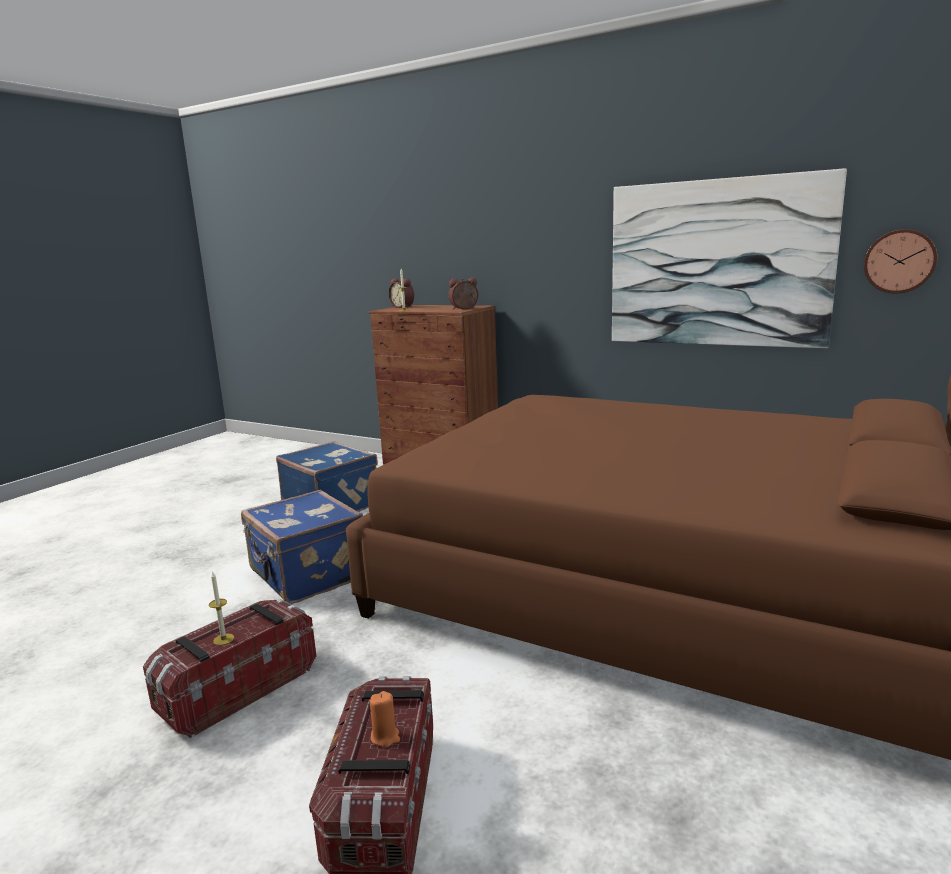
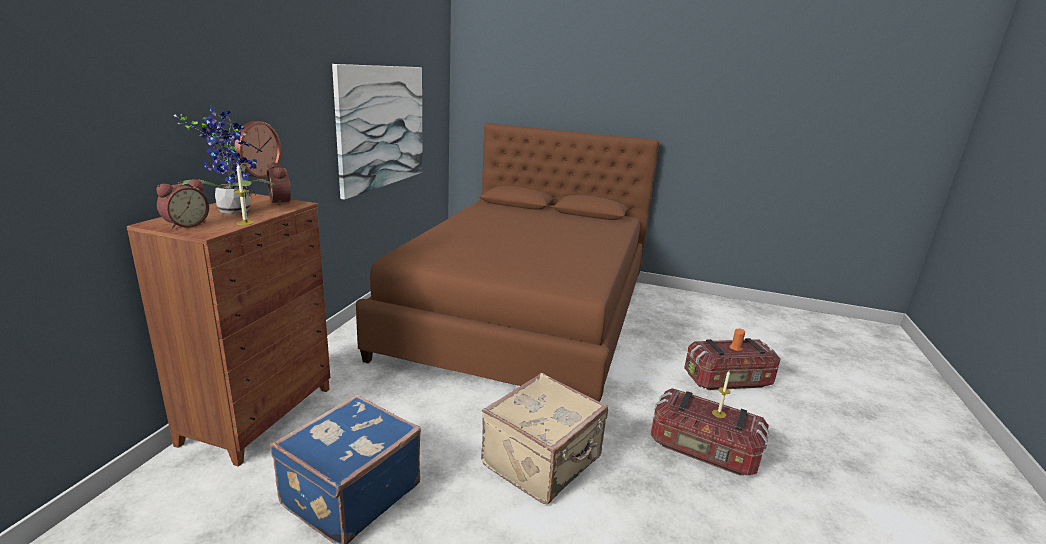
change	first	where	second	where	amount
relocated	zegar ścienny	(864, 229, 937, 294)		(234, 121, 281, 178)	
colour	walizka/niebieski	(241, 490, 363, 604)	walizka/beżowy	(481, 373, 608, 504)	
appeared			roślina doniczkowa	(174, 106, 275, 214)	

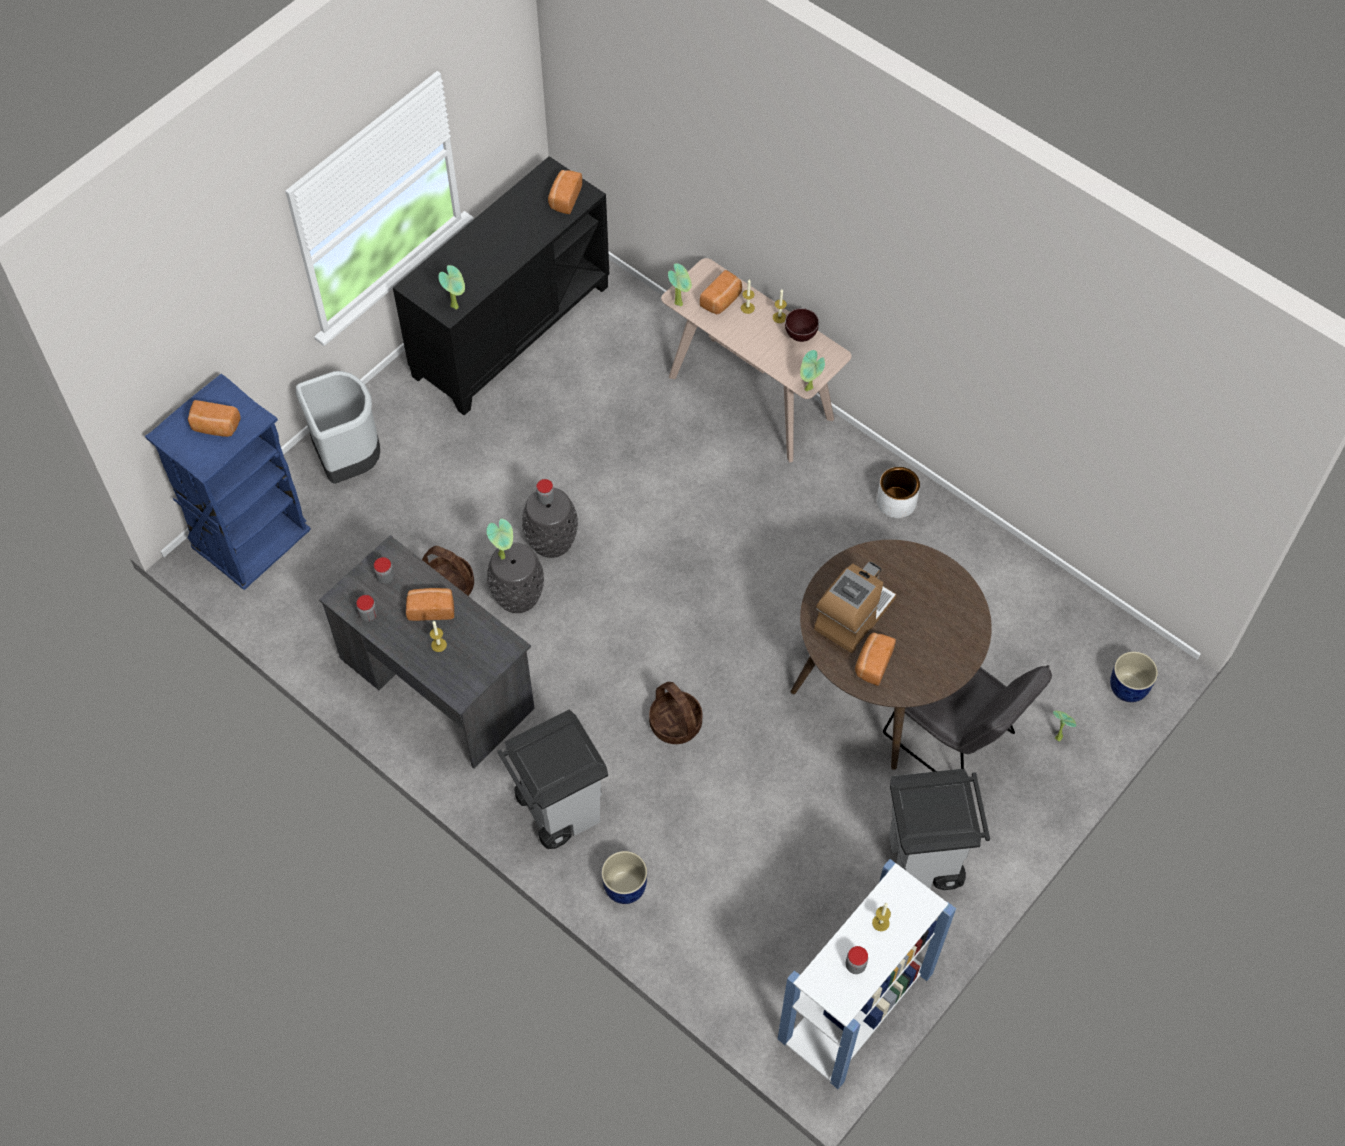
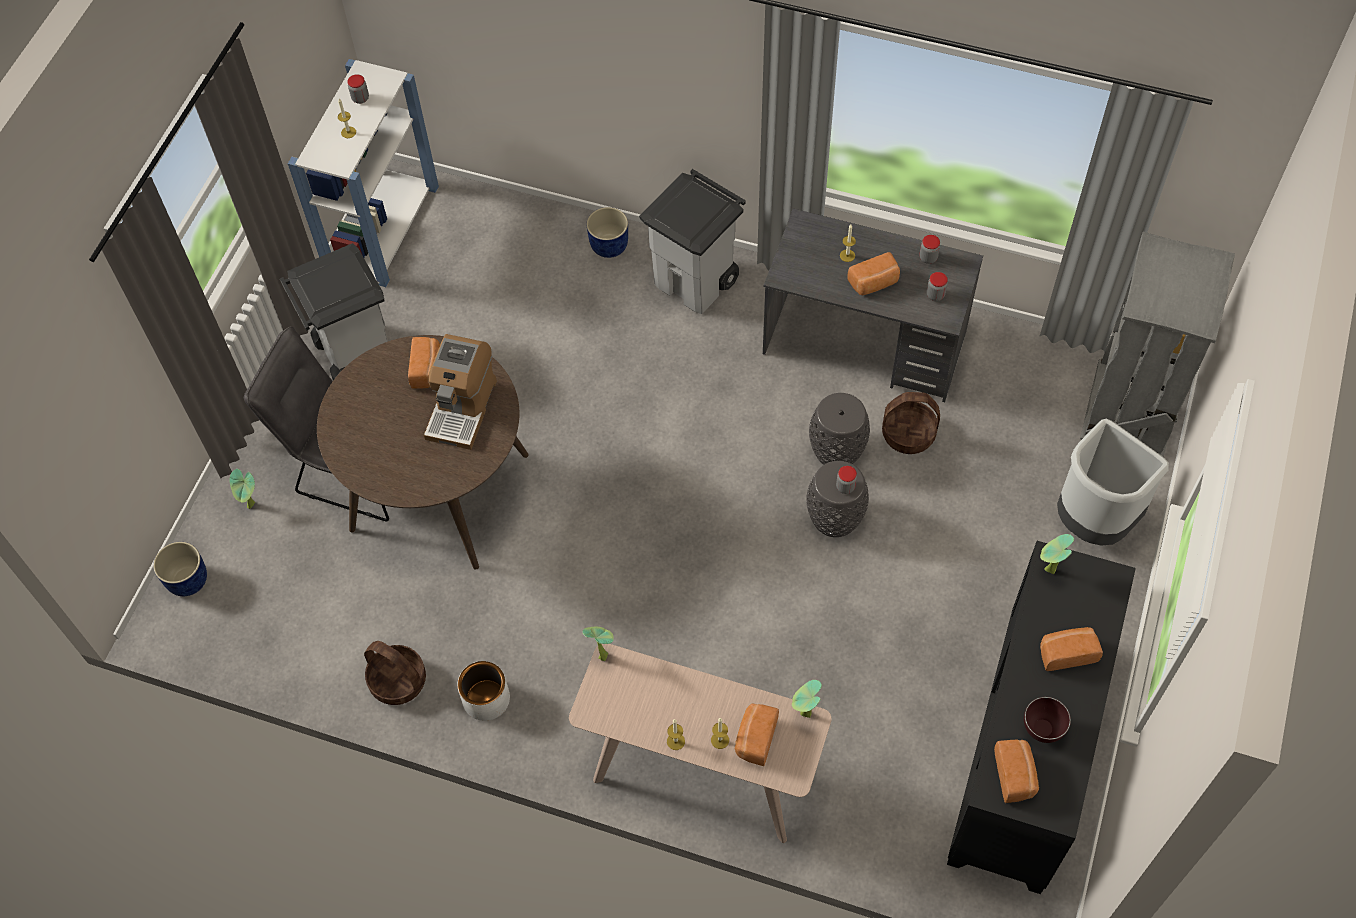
change	first	where	second	where	amount
relocated	miska/brązowy	(785, 308, 819, 342)		(1024, 697, 1071, 743)	
colour	regał/niebieski	(145, 374, 311, 590)	regał/szary	(1080, 232, 1235, 457)	
relocated	chleb	(188, 400, 241, 437)		(1040, 627, 1103, 671)	
missing	roślina doniczkowa	(486, 519, 513, 560)			
relocated	koszyk	(649, 682, 702, 744)		(364, 641, 426, 705)	

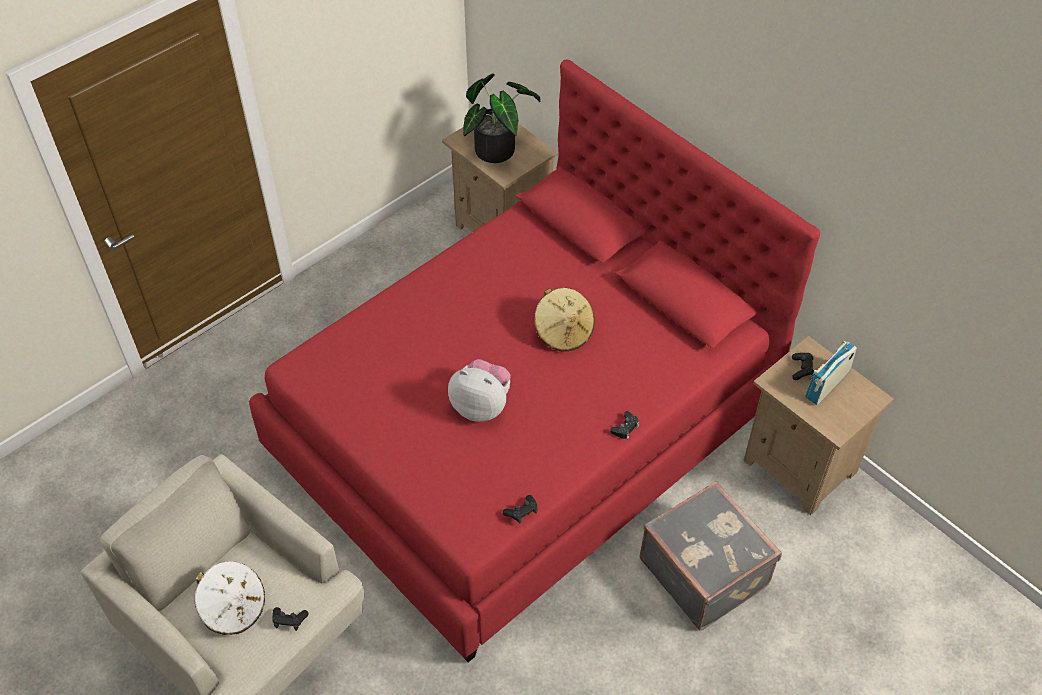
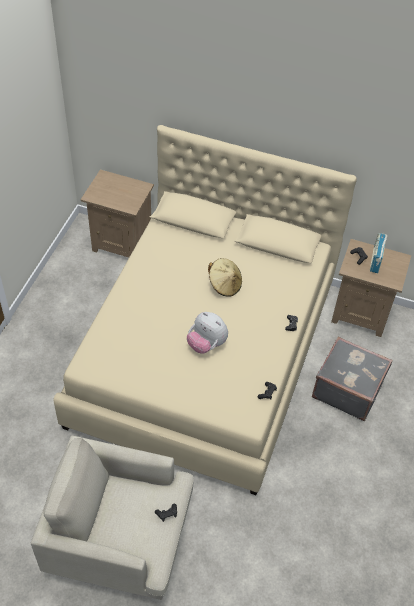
change	first	where	second	where	amount
colour	łóżko/czerwony	(249, 60, 820, 663)	łóżko/beżowy	(53, 125, 357, 495)	
missing	roślina doniczkowa	(463, 73, 540, 163)			
spun	pluszak	(448, 359, 511, 422)		(187, 312, 228, 354)	135 degrees counterclockwise
missing	kapelusz/biały	(195, 561, 265, 635)			

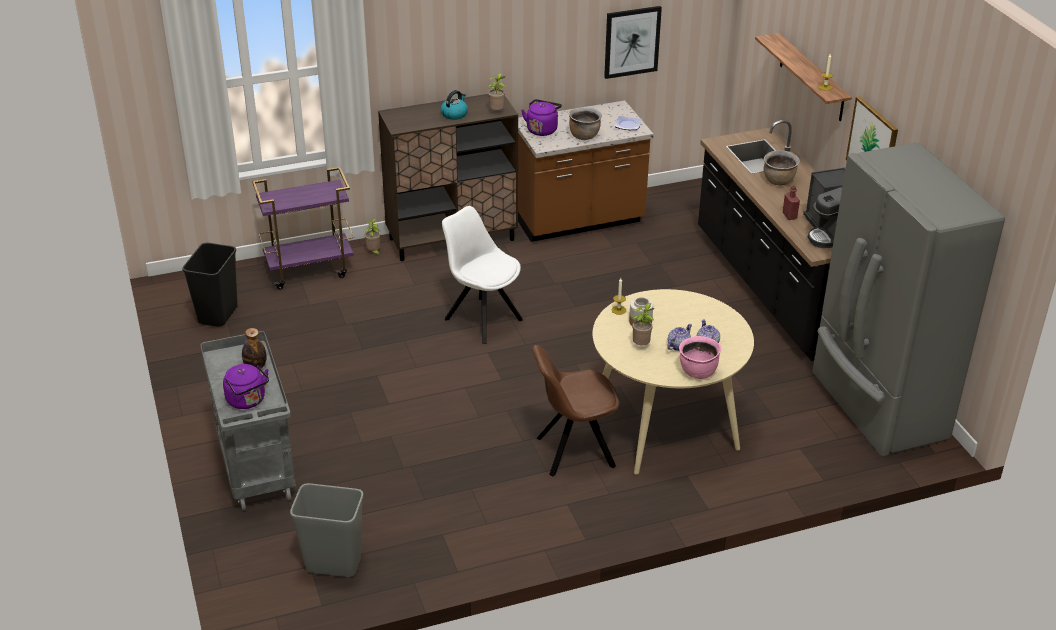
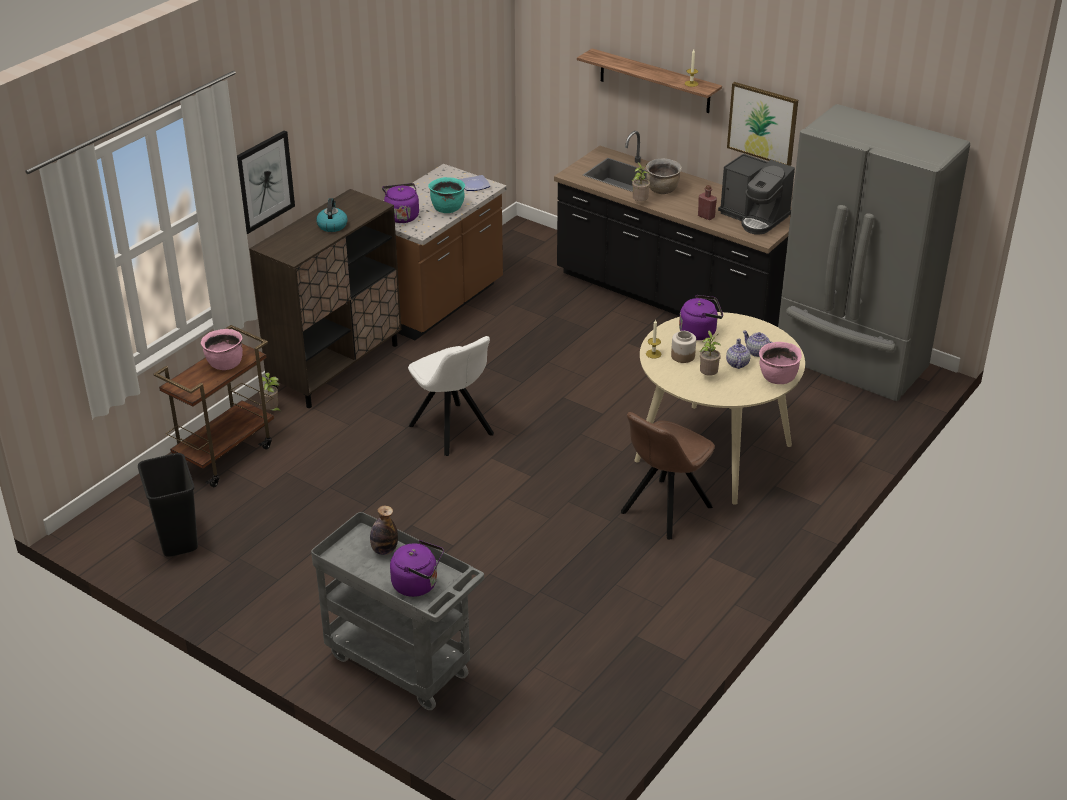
change	first	where	second	where	amount
relocated	obraz	(604, 6, 662, 79)		(237, 130, 295, 234)	
relocated	roślina doniczkowa	(488, 73, 505, 110)		(632, 162, 650, 201)	
colour	garnek/brązowy	(569, 107, 602, 140)	garnek/turkusowy	(428, 177, 465, 213)	
colour	wózek/fioletowy	(252, 167, 354, 290)	wózek/brązowy	(154, 325, 274, 487)	
spun	krzesło/biały	(442, 206, 523, 344)		(408, 336, 494, 456)	135 degrees counterclockwise
missing	kosz na śmieci/szary	(290, 483, 364, 577)			
appeared			czajnik/fioletowy	(679, 295, 723, 340)	
appeared			garnek/różowy	(201, 329, 243, 370)	

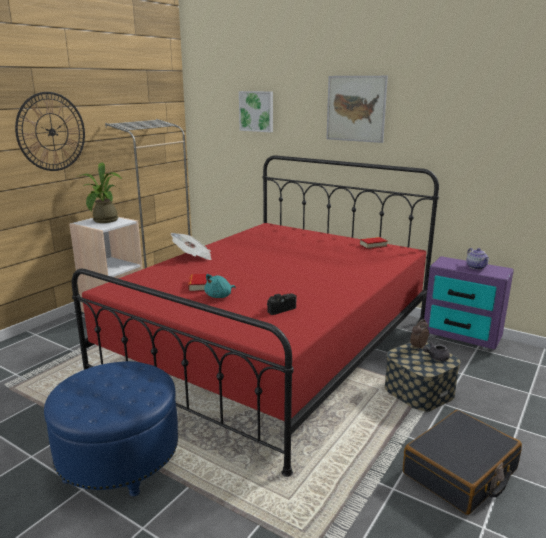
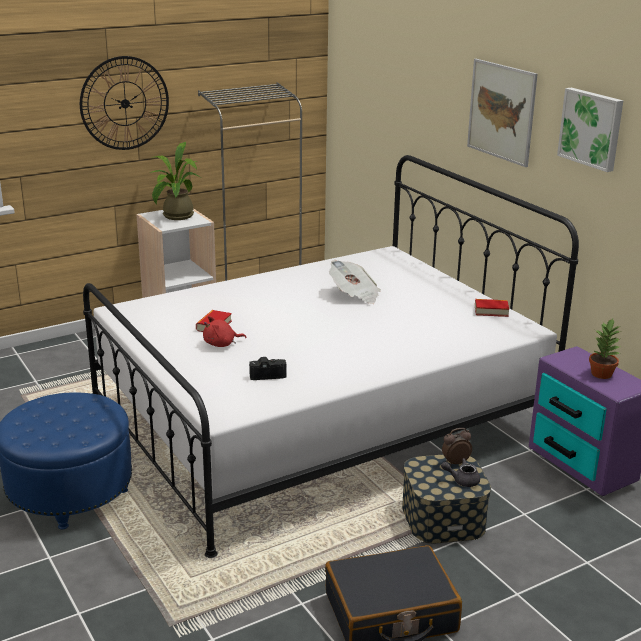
change	first	where	second	where	amount
relocated	obraz	(239, 91, 273, 132)		(557, 88, 623, 172)	
colour	łóżko/czerwony	(72, 155, 439, 477)	łóżko/biały	(83, 155, 579, 558)	
relocated	gazeta	(171, 233, 211, 260)		(329, 260, 381, 304)	
exchanged	imbryk	(466, 248, 489, 270)	roślina doniczkowa	(589, 319, 621, 379)	
colour	pluszak/turkusowy	(204, 274, 236, 298)	pluszak/czerwony	(203, 316, 247, 347)	

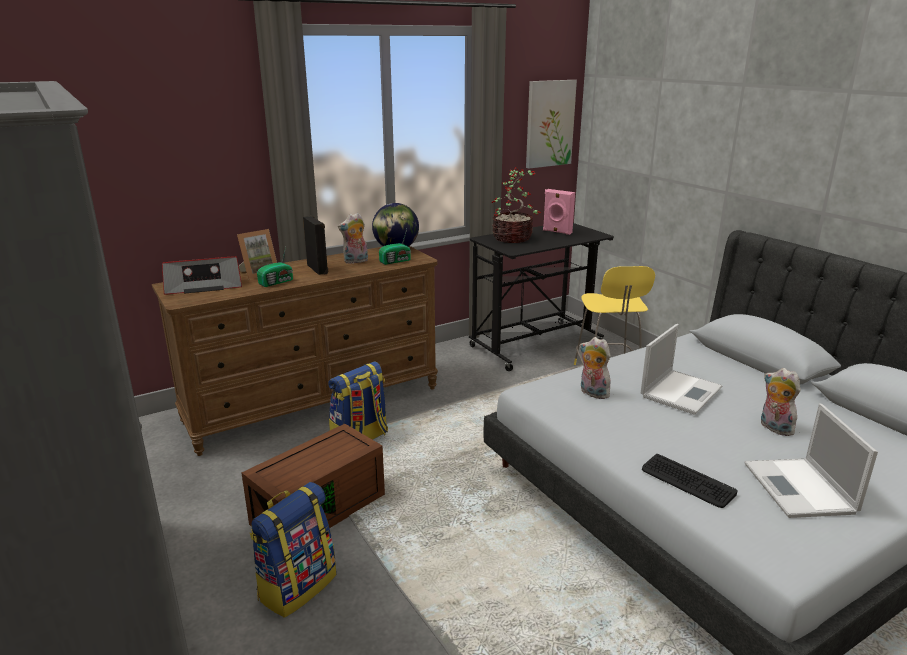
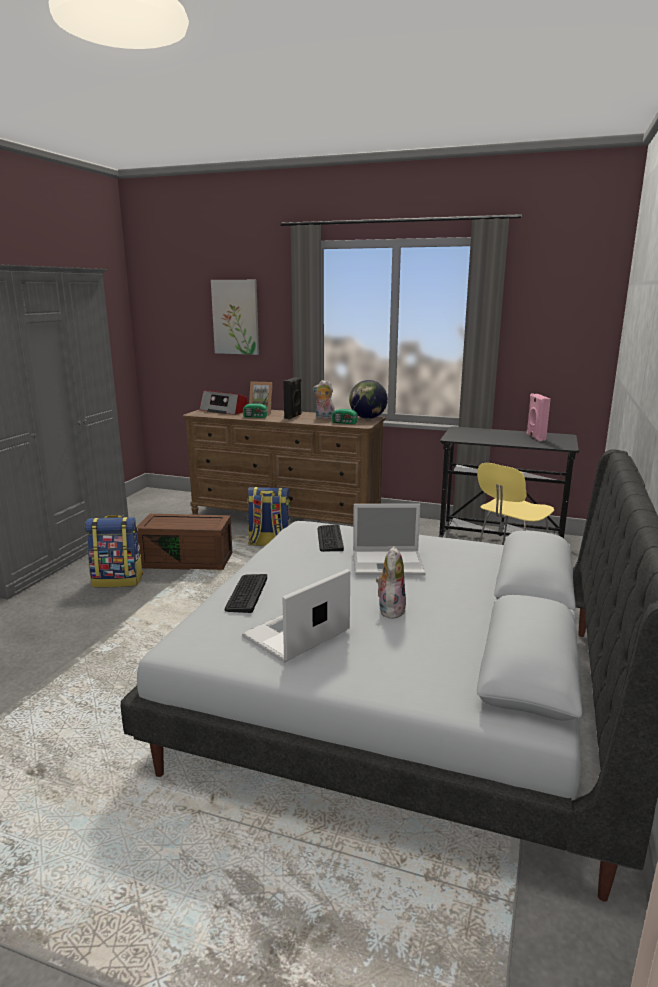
change	first	where	second	where	amount
relocated	obraz	(526, 80, 577, 169)		(211, 280, 259, 355)	
missing	roślina doniczkowa	(492, 167, 541, 243)			
exchanged	pluszak	(580, 337, 614, 399)	klawiatura	(317, 524, 344, 552)	

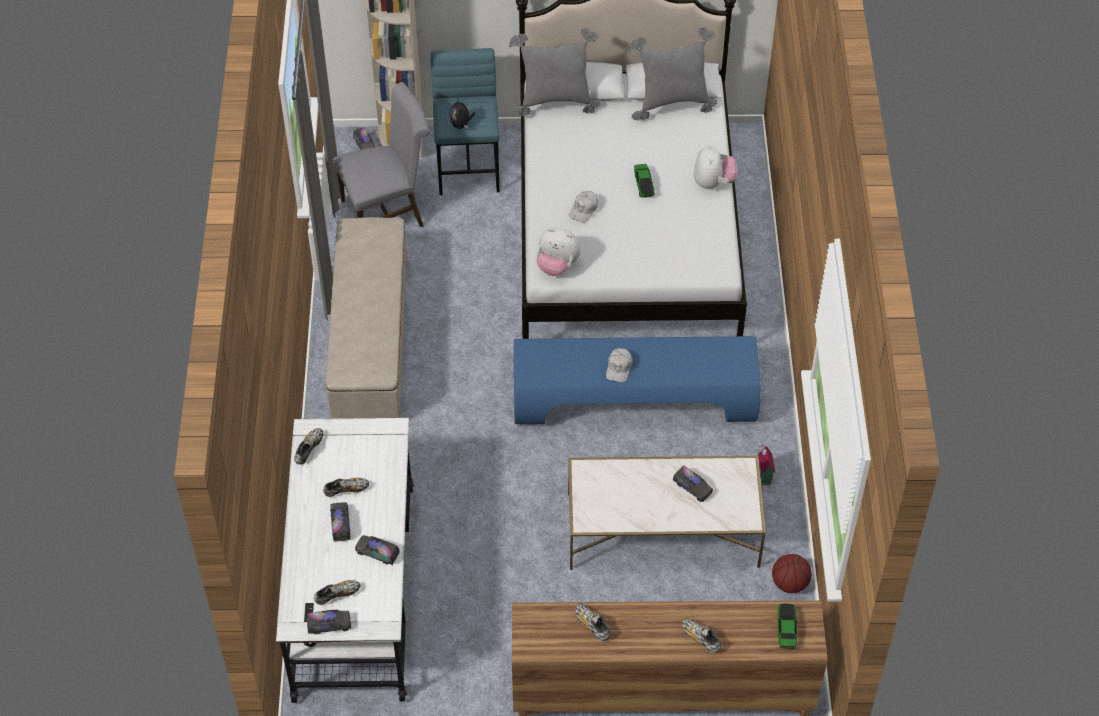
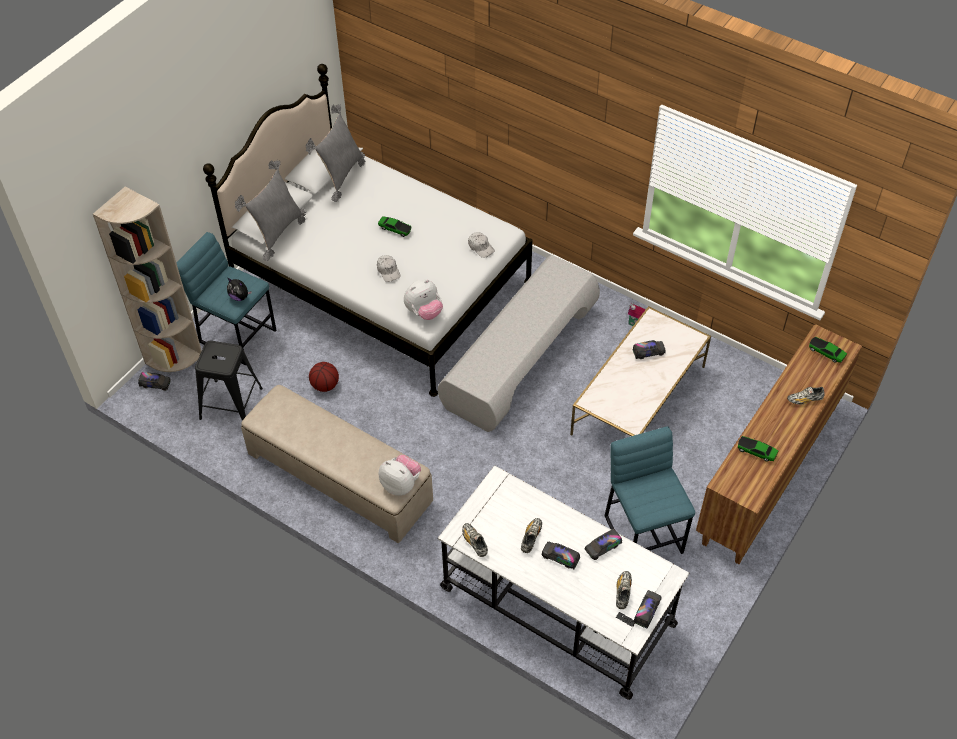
change	first	where	second	where	amount
exchanged	krzesło/szary	(333, 82, 430, 227)	stołek/czarny	(195, 341, 263, 421)	
relocated	pluszak	(694, 145, 737, 189)		(379, 455, 421, 496)	
colour	ławka/niebieski	(514, 336, 761, 424)	ławka/szary	(438, 255, 600, 432)	
relocated	czapka z daszkiem/biały	(606, 348, 632, 382)		(468, 233, 495, 258)	
relocated	piłka do koszykówki	(772, 554, 811, 593)		(309, 362, 339, 392)	
exchanged	but	(575, 604, 610, 642)	samochodzik	(738, 436, 778, 462)	
appeared			stołek/niebieski	(605, 426, 695, 554)	

